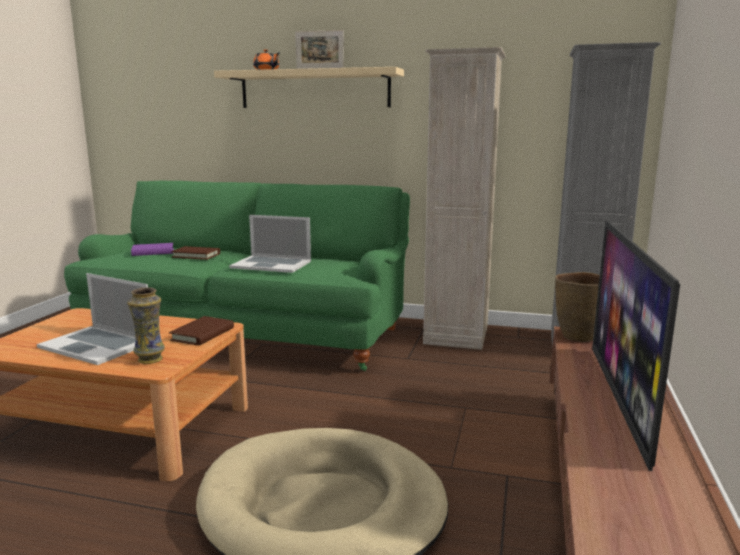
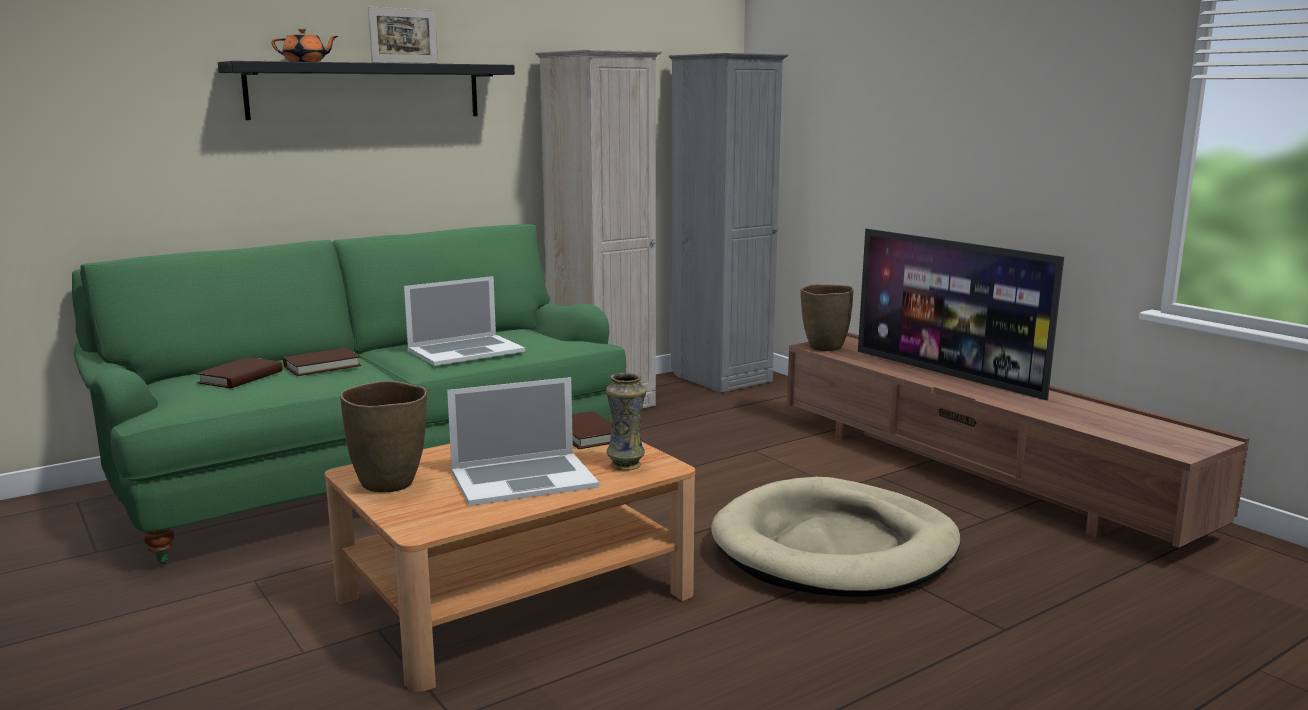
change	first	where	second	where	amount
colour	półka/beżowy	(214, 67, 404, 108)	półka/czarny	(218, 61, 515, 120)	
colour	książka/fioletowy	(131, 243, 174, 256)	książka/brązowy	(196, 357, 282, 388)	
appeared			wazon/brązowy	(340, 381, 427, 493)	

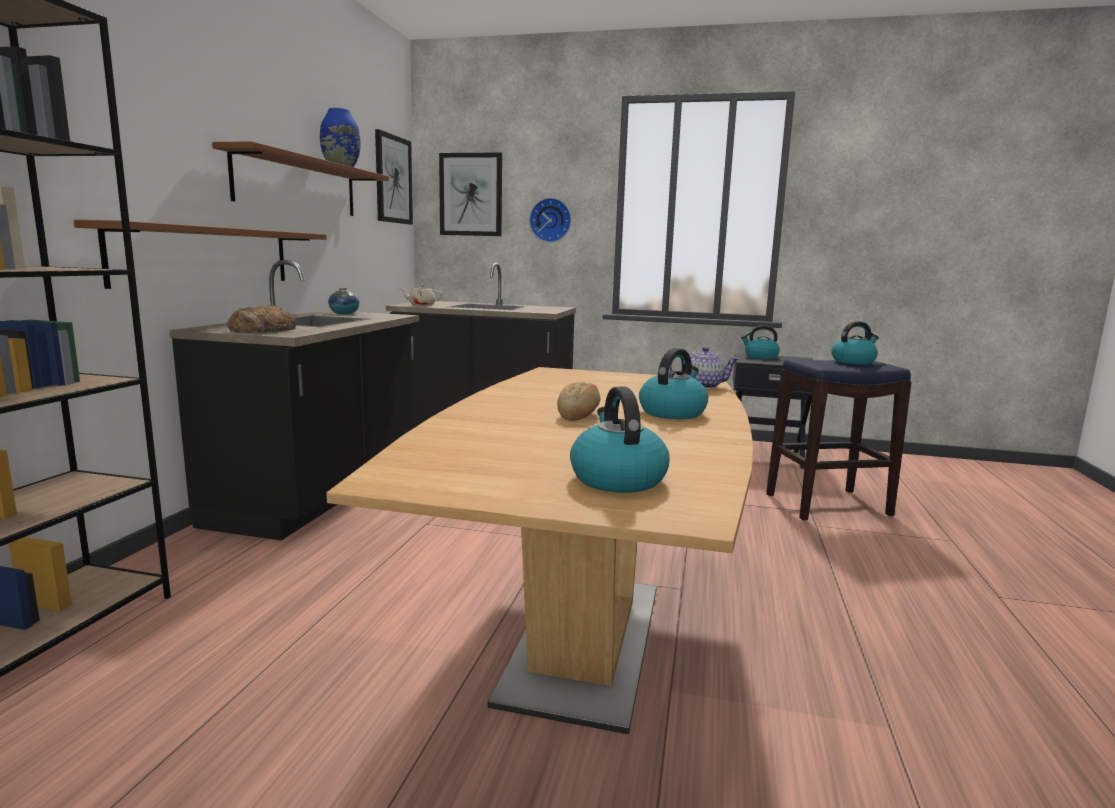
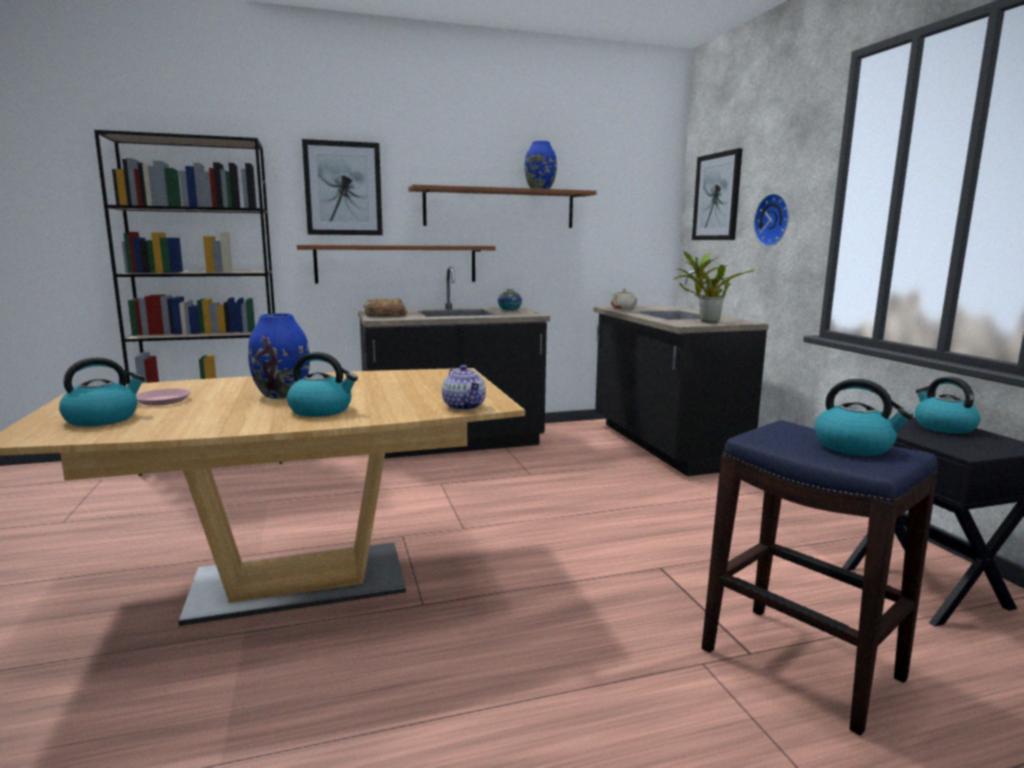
change	first	where	second	where	amount
relocated	obraz	(375, 129, 413, 224)		(302, 139, 383, 235)	
exchanged	chleb	(557, 382, 601, 421)	wazon/niebieski	(248, 313, 310, 399)	
appeared			roślina doniczkowa	(674, 251, 755, 323)	
appeared			talerz/różowy	(136, 389, 191, 406)	

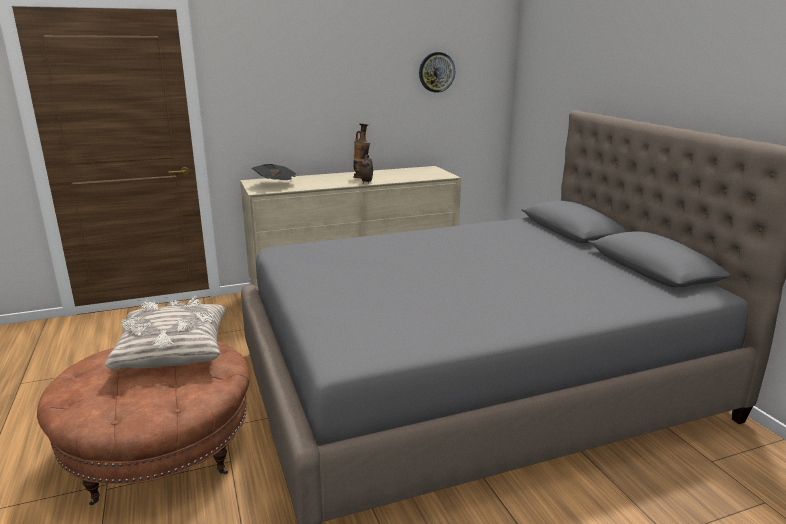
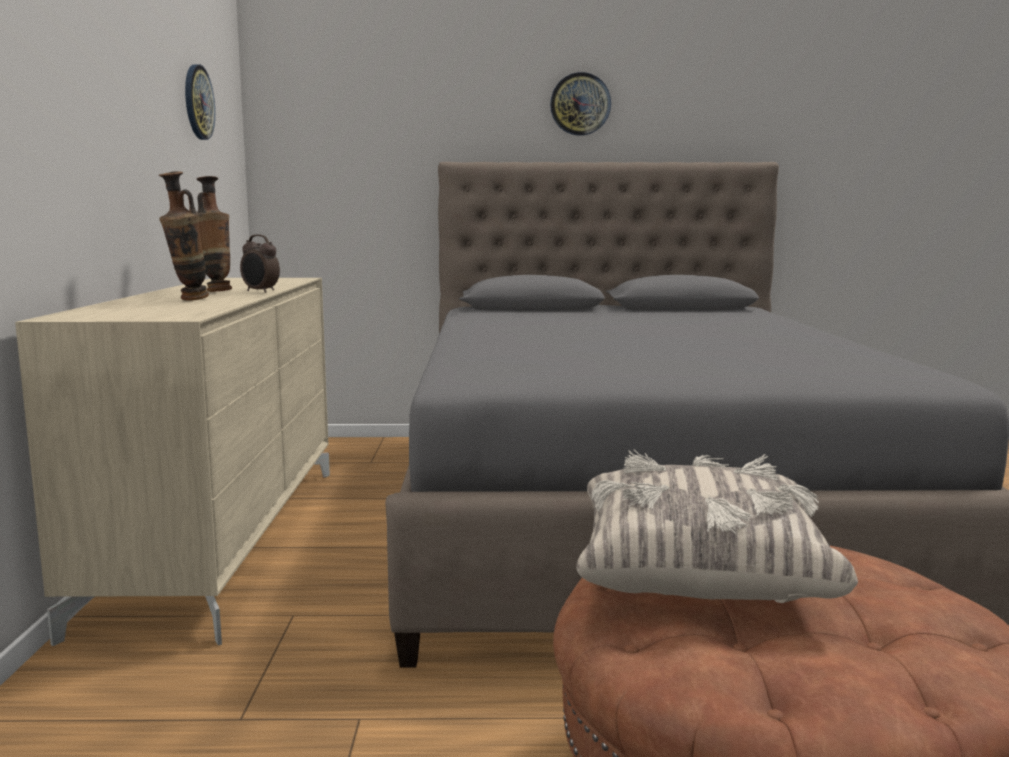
change	first	where	second	where	amount
missing	gazeta	(251, 164, 296, 180)			
appeared			zegar ścienny	(550, 72, 611, 136)	
appeared			wazon	(159, 171, 209, 301)	

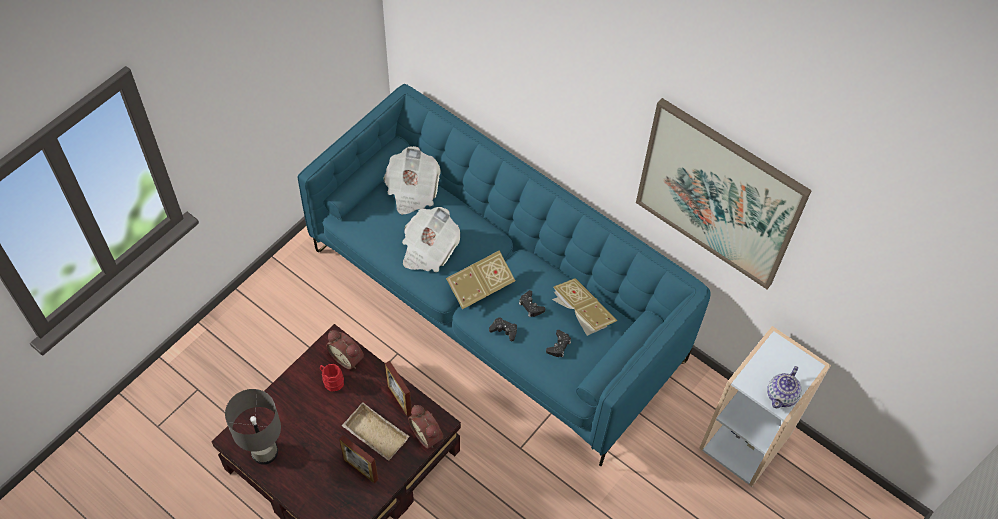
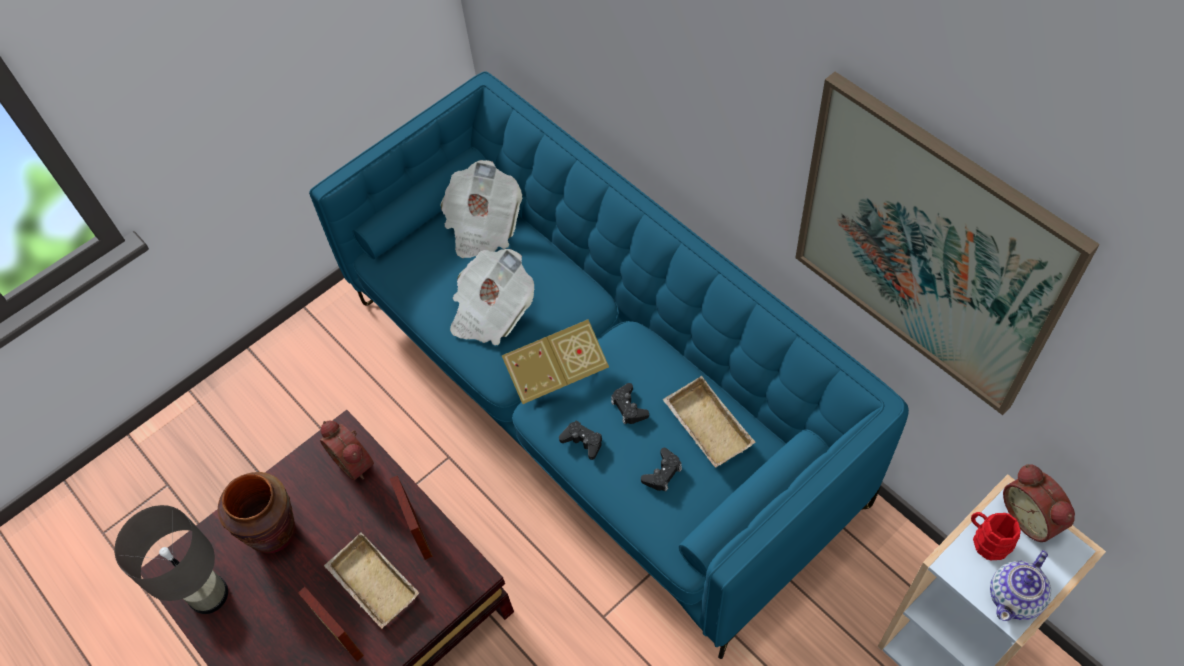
change	first	where	second	where	amount
exchanged	książka	(552, 278, 618, 336)	taca/beżowy	(663, 376, 755, 468)	
relocated	kubek/czerwony	(320, 364, 344, 392)		(971, 512, 1021, 560)	
relocated	budzik	(408, 405, 443, 449)		(1003, 464, 1075, 542)	
appeared			wazon/brązowy	(218, 472, 296, 553)	

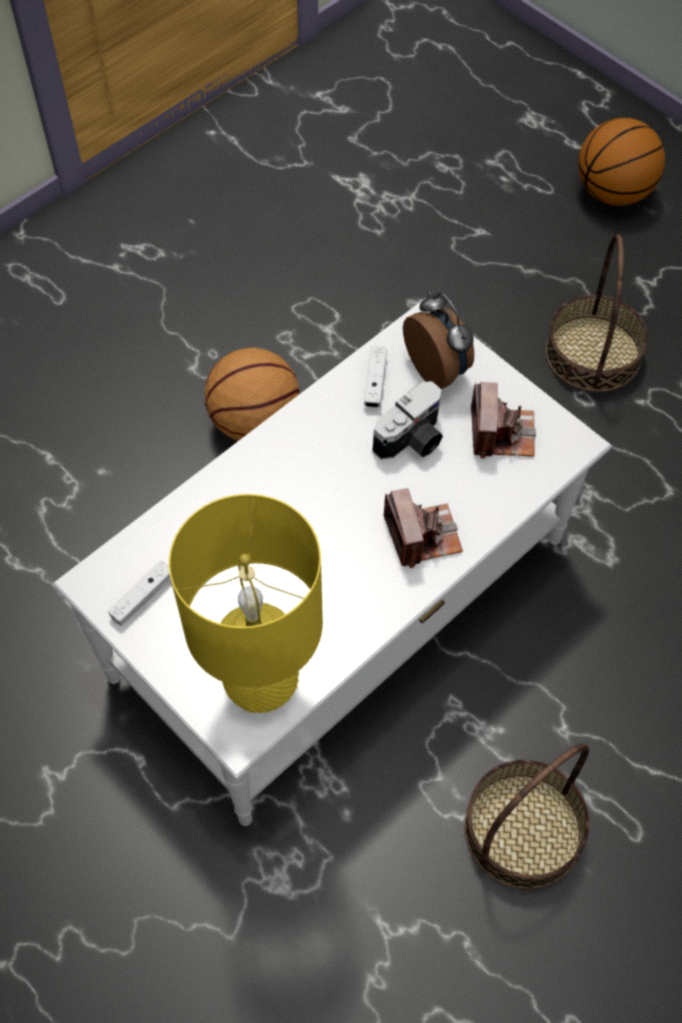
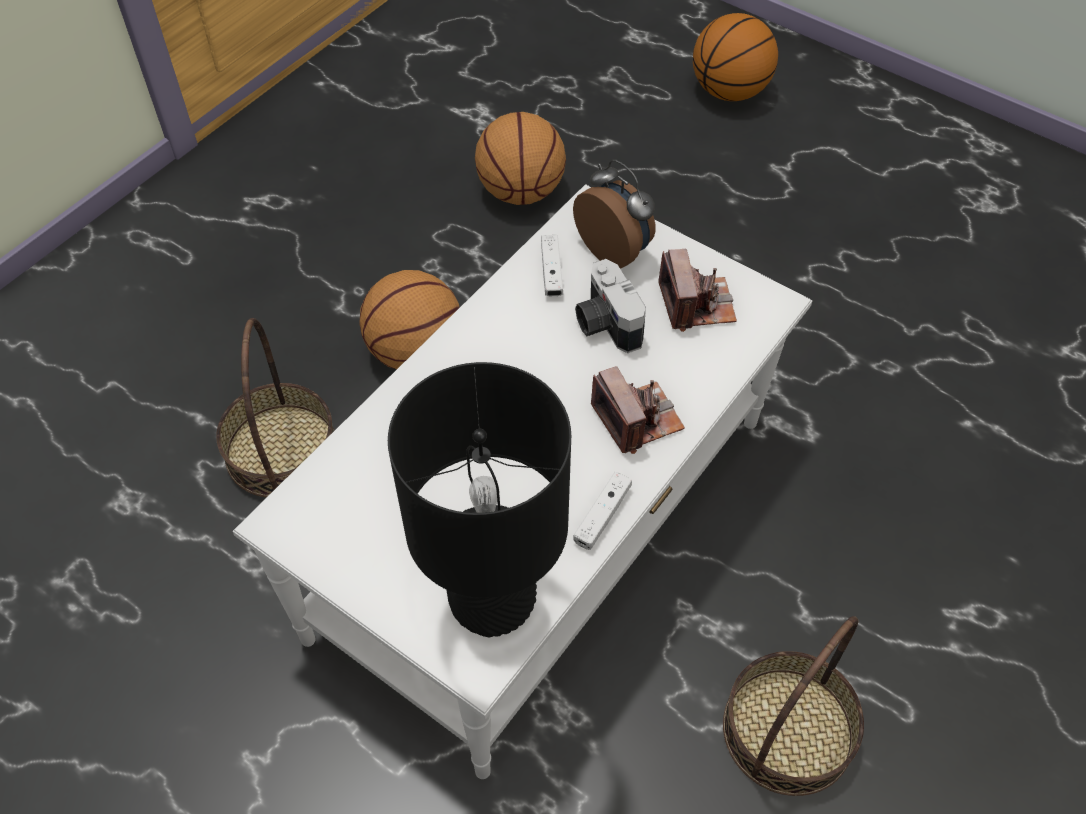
change	first	where	second	where	amount
relocated	koszyk	(545, 234, 648, 392)		(216, 318, 335, 497)	
spun	aparat fotograficzny	(372, 381, 443, 460)		(575, 259, 646, 353)	120 degrees clockwise
colour	lampa stołowa/żółty	(169, 494, 323, 713)	lampa stołowa/czarny	(388, 362, 571, 637)	
relocated	pad do gier/biały	(108, 560, 170, 626)		(573, 472, 632, 550)	
appeared			piłka do koszykówki	(475, 112, 566, 205)	

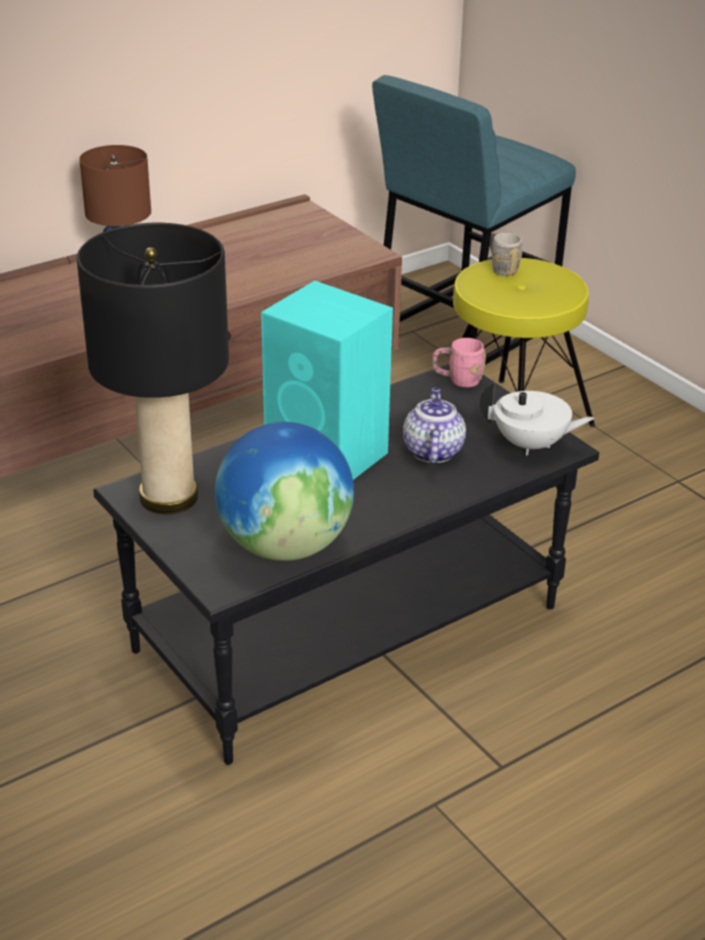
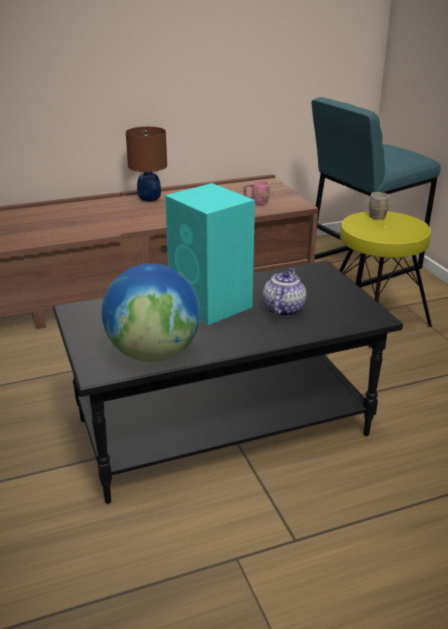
change	first	where	second	where	amount
missing	lampa stołowa/czarny	(77, 223, 229, 514)			
relocated	kubek/różowy	(433, 338, 486, 388)		(243, 181, 270, 205)	
missing	imbryk/biały	(480, 381, 594, 456)			

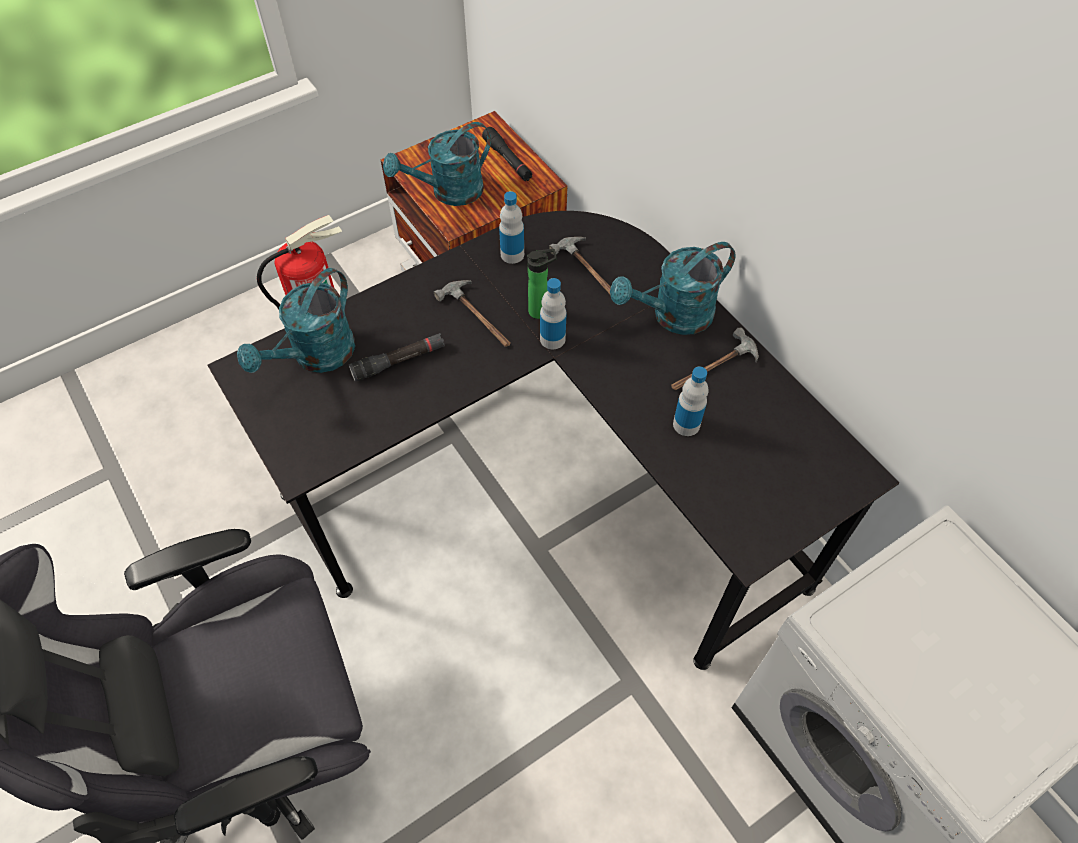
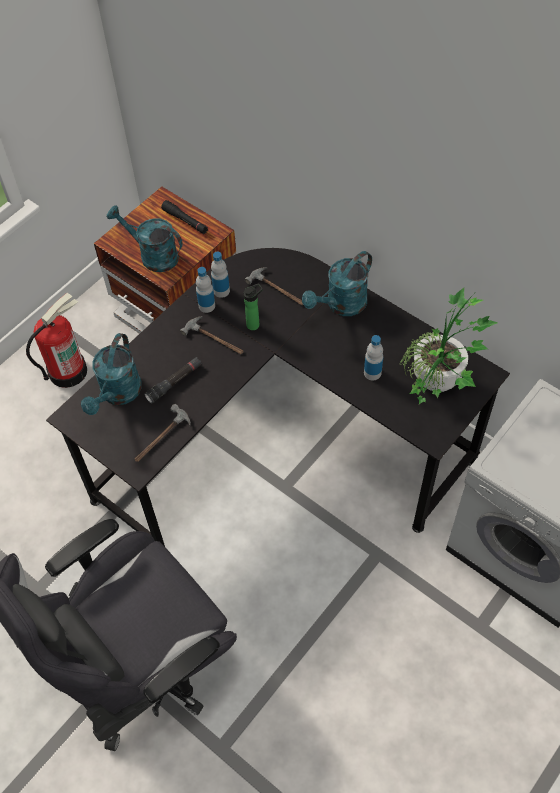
change	first	where	second	where	amount
spun	konewka/turkusowy	(383, 122, 491, 206)		(107, 205, 183, 272)	75 degrees clockwise
relocated	butelka	(540, 278, 567, 349)		(196, 267, 215, 313)	
relocated	młotek	(671, 328, 759, 390)		(135, 404, 191, 462)	
appeared			roślina doniczkowa	(399, 288, 498, 404)	

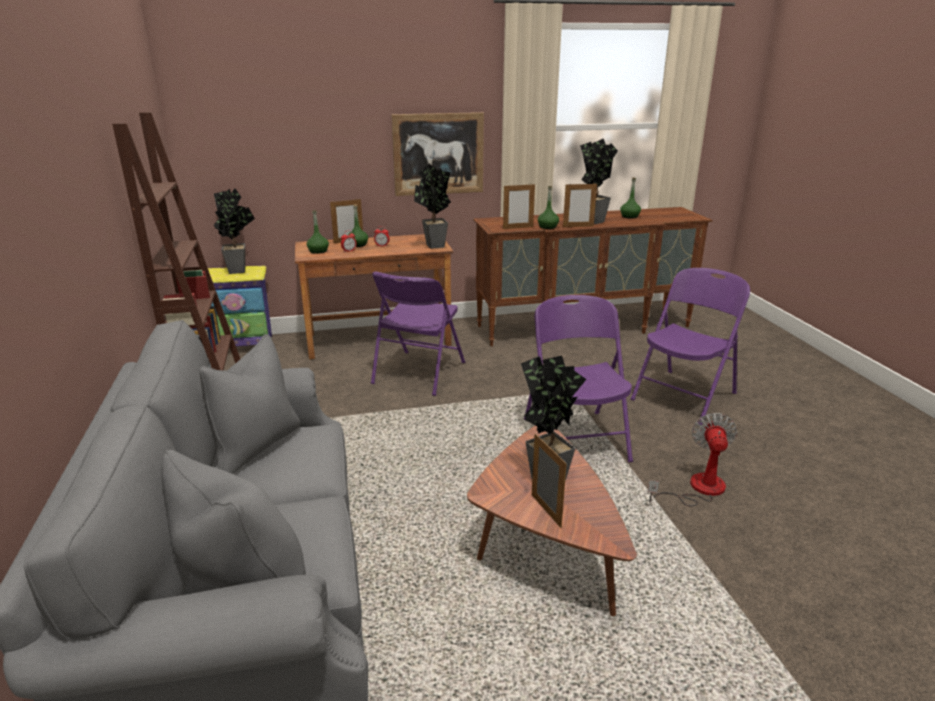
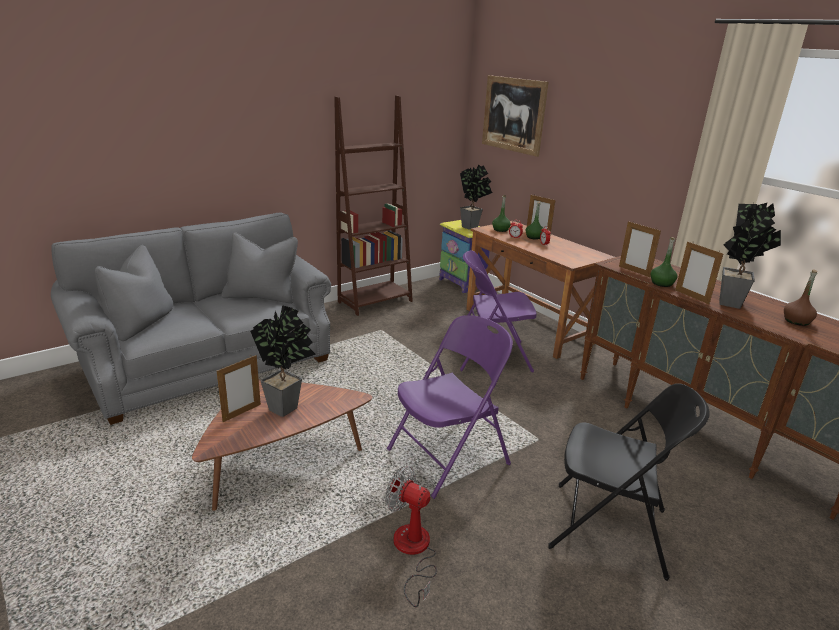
change	first	where	second	where	amount
relocated	obraz	(391, 112, 484, 196)		(482, 75, 549, 157)	
missing	roślina doniczkowa	(414, 164, 451, 249)			
colour	butelka/zielony	(620, 177, 641, 218)	butelka/brązowy	(784, 270, 818, 326)	
colour	krzesło/fioletowy	(630, 268, 750, 425)	krzesło/czarny	(548, 384, 709, 581)	
spun	wentylator	(648, 413, 737, 506)		(385, 466, 437, 607)	135 degrees counterclockwise

